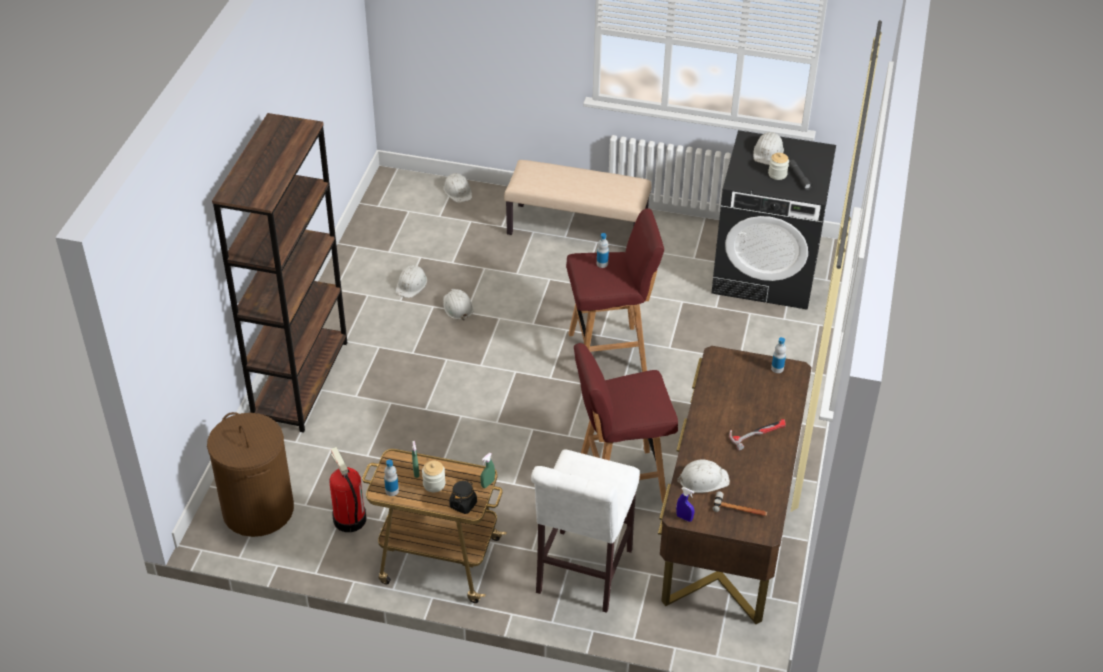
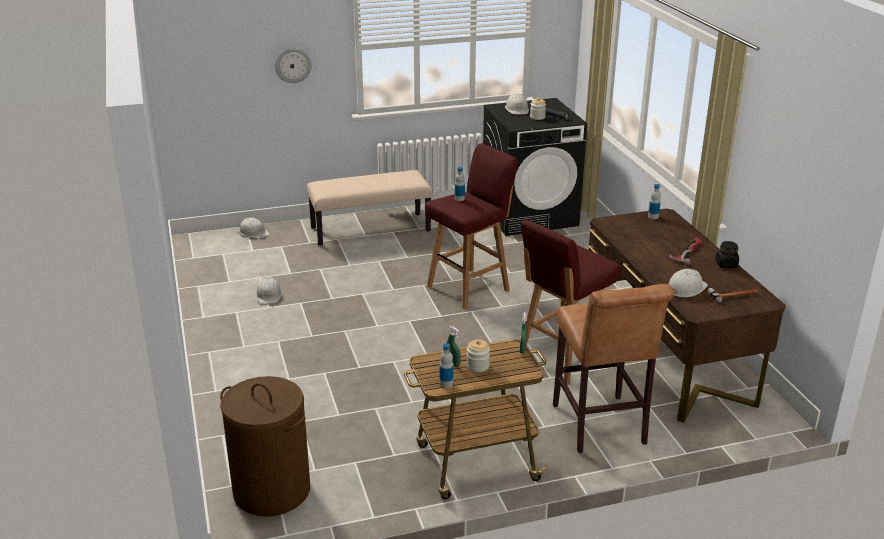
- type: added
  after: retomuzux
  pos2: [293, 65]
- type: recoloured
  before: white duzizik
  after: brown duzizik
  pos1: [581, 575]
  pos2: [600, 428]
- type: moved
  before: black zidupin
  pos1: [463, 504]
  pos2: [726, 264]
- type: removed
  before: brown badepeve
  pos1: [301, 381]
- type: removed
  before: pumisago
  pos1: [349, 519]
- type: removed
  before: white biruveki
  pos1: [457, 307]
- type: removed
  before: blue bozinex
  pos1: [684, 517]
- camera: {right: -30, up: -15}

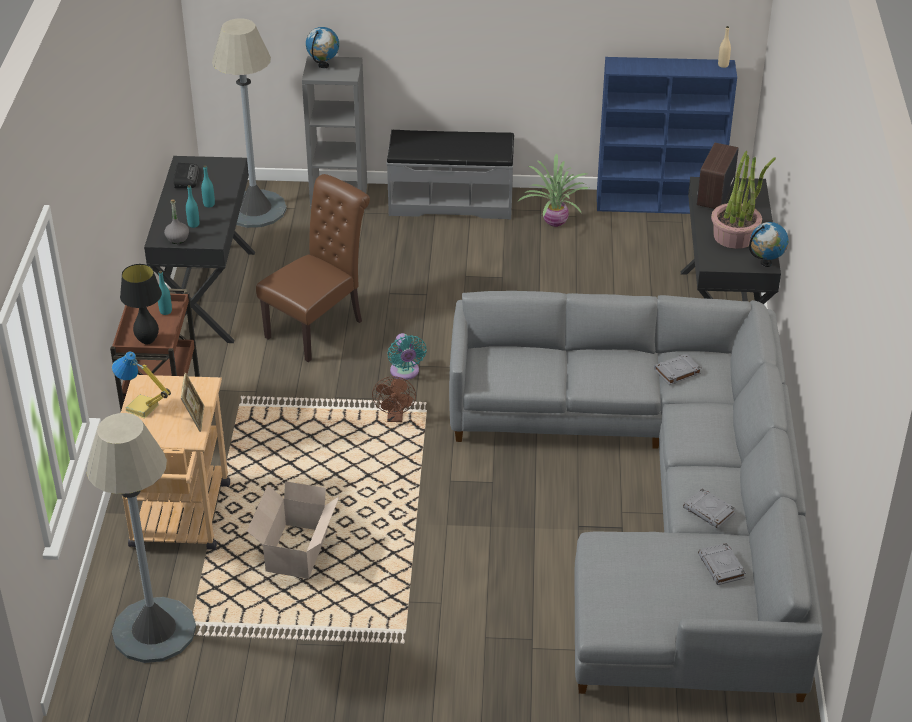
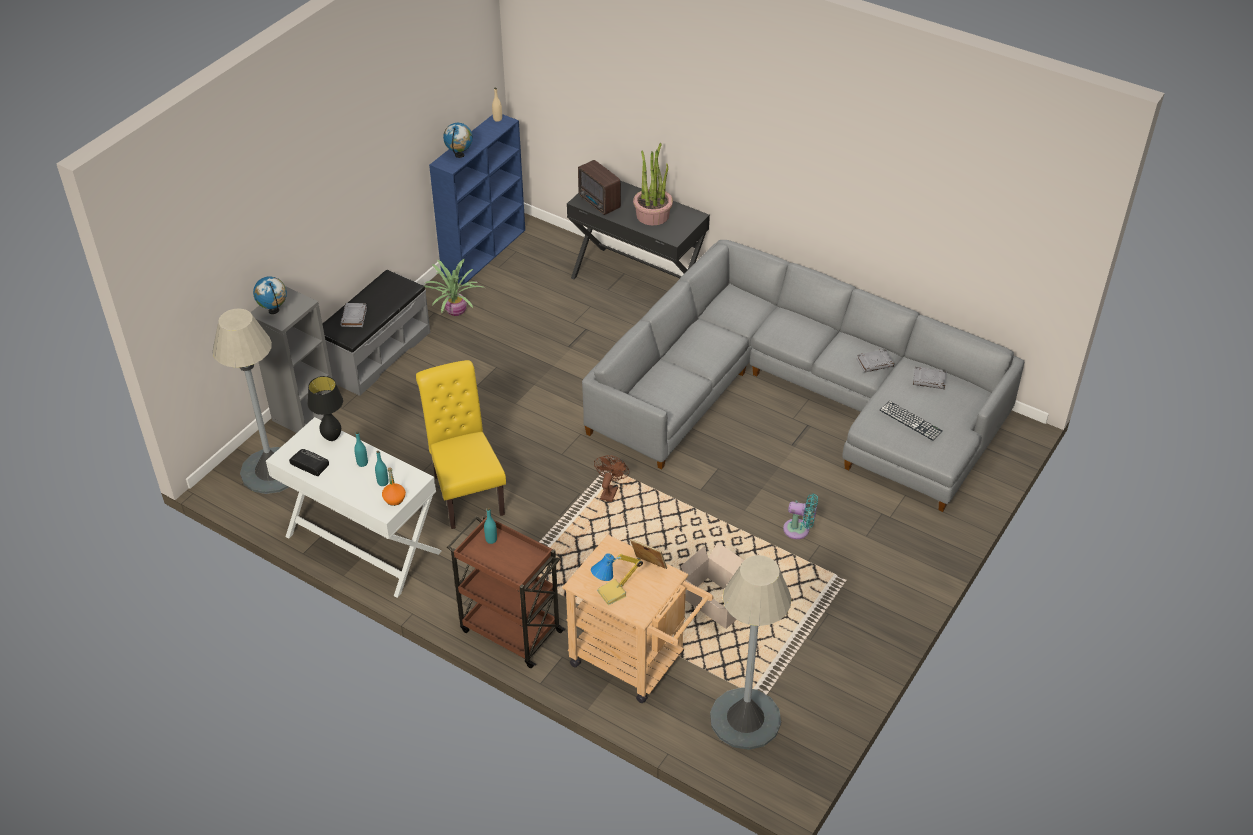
- type: recoloured
  before: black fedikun
  after: white fedikun
  pos1: [207, 294]
  pos2: [362, 544]
- type: moved
  before: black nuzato
  pos1: [147, 341]
  pos2: [332, 437]
- type: moved
  before: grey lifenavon
  pos1: [677, 372]
  pos2: [354, 317]
- type: recoloured
  before: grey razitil
  after: orange razitil
  pos1: [177, 238]
  pos2: [394, 499]
- type: recoloured
  before: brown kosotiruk
  after: yellow kosotiruk
  pos1: [319, 326]
  pos2: [466, 491]
- type: moved
  before: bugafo
  pos1: [766, 263]
  pos2: [459, 155]
- type: turned
  before: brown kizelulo
  pos1: [395, 417]
  pos2: [610, 491]
  turn: -105
- type: moved
  before: turquoise kizelulo
  pos1: [405, 372]
  pos2: [799, 530]
- type: added
  after: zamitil
  pos2: [910, 420]
- camera: {right: -60, up: 5}

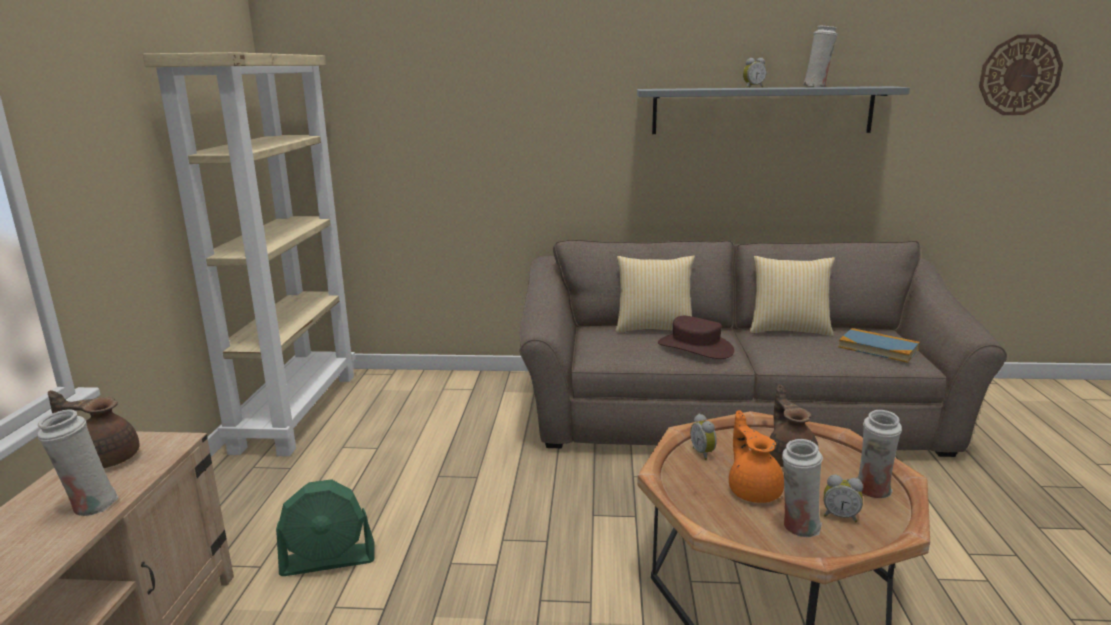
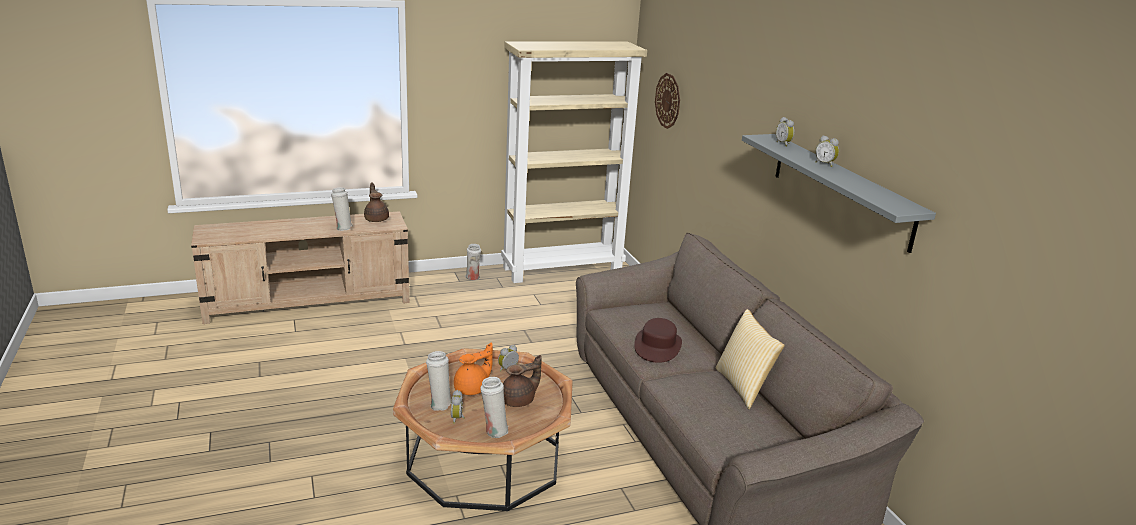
- type: moved
  before: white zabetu
  pos1: [816, 87]
  pos2: [473, 278]
- type: moved
  before: retomuzux
  pos1: [1019, 75]
  pos2: [668, 100]
- type: added
  after: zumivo
  pos2: [784, 144]
- type: removed
  before: green kizelulo
  pos1: [328, 560]
- type: removed
  before: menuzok
  pos1: [654, 328]
- type: removed
  before: lifenavon
  pos1: [878, 348]
- camera: {right: 65, up: 5}

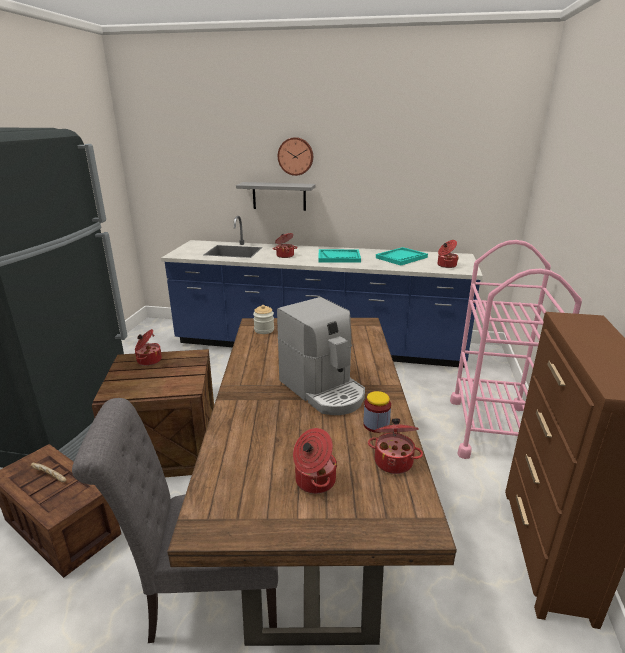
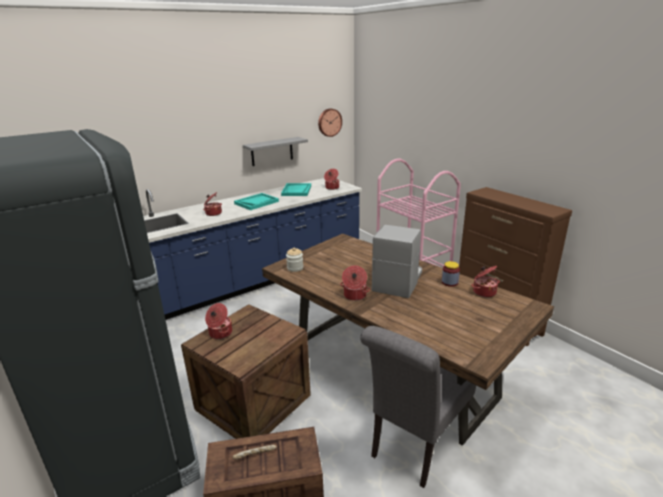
- type: moved
  before: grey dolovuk
  pos1: [279, 196]
  pos2: [272, 151]
- type: moved
  before: retomuzux
  pos1: [295, 156]
  pos2: [329, 122]
- type: moved
  before: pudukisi
  pos1: [314, 480]
  pos2: [354, 295]
- type: turned
  before: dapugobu
  pos1: [323, 390]
  pos2: [398, 281]
  turn: -75
- camera: {right: -45, up: 0}

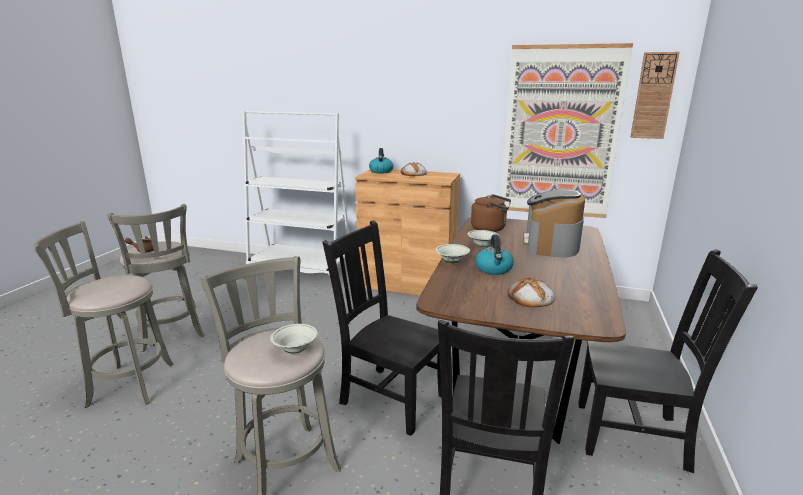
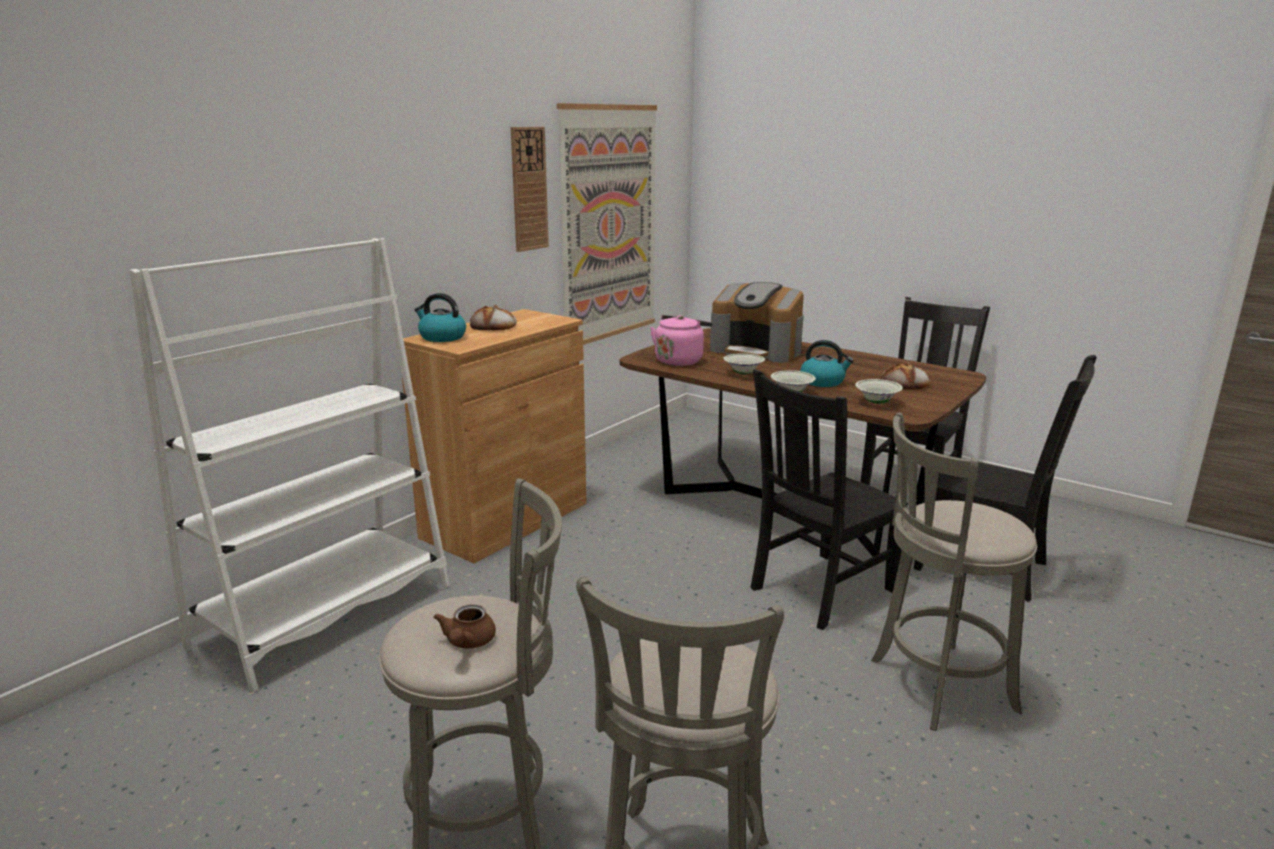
- type: moved
  before: retomuzux
  pos1: [653, 96]
  pos2: [529, 189]
- type: recoloured
  before: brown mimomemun
  after: pink mimomemun
  pos1: [490, 228]
  pos2: [680, 360]
- type: moved
  before: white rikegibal
  pos1: [295, 350]
  pos2: [877, 402]
- camera: {right: -70, up: 0}

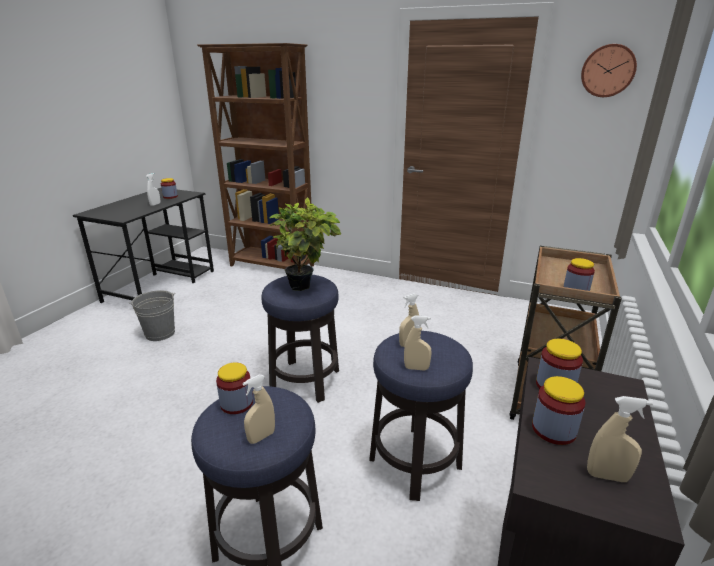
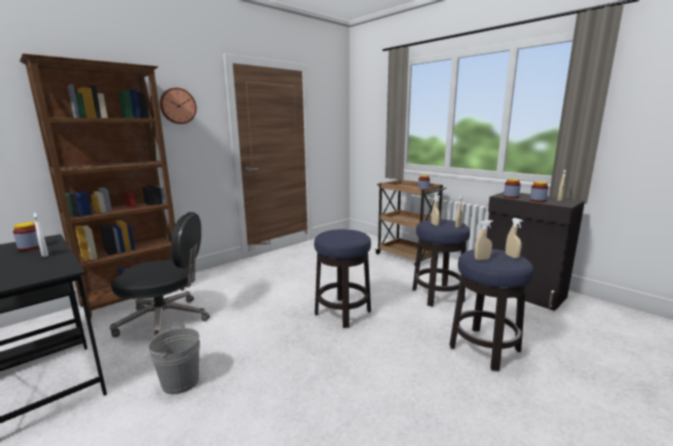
- type: added
  after: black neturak
  pos2: [166, 320]
- type: moved
  before: retomuzux
  pos1: [607, 71]
  pos2: [177, 106]
- type: replaced
  before: zidupin
  after: beige bozinex
  pos1: [236, 403]
  pos2: [482, 259]
- type: removed
  before: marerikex
  pos1: [306, 286]
- camera: {right: -65, up: -10}

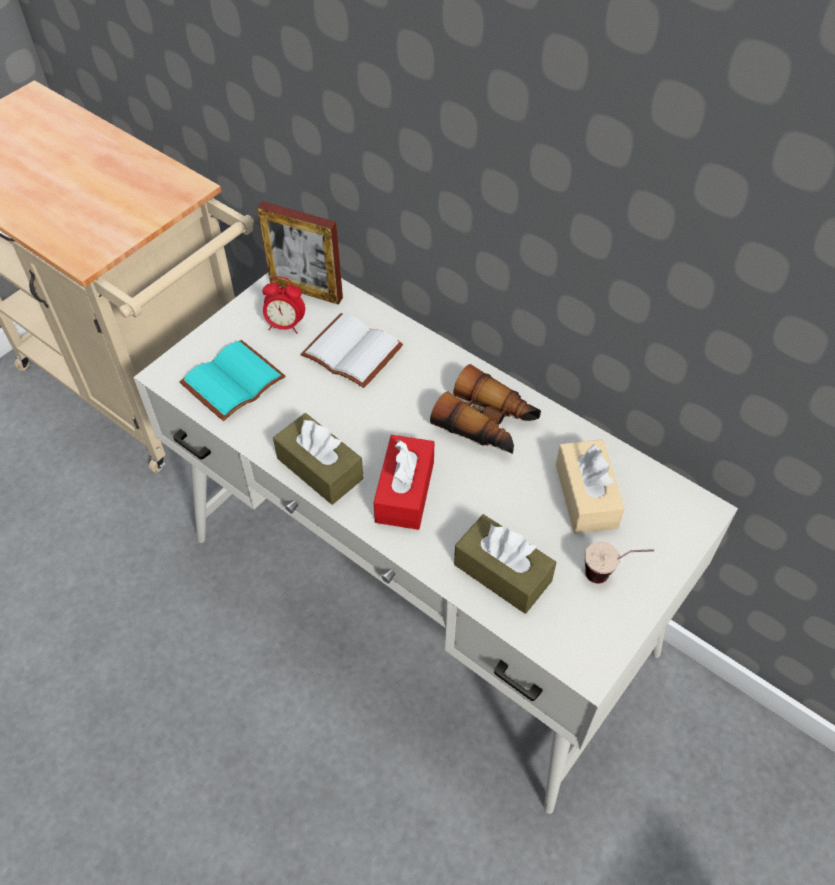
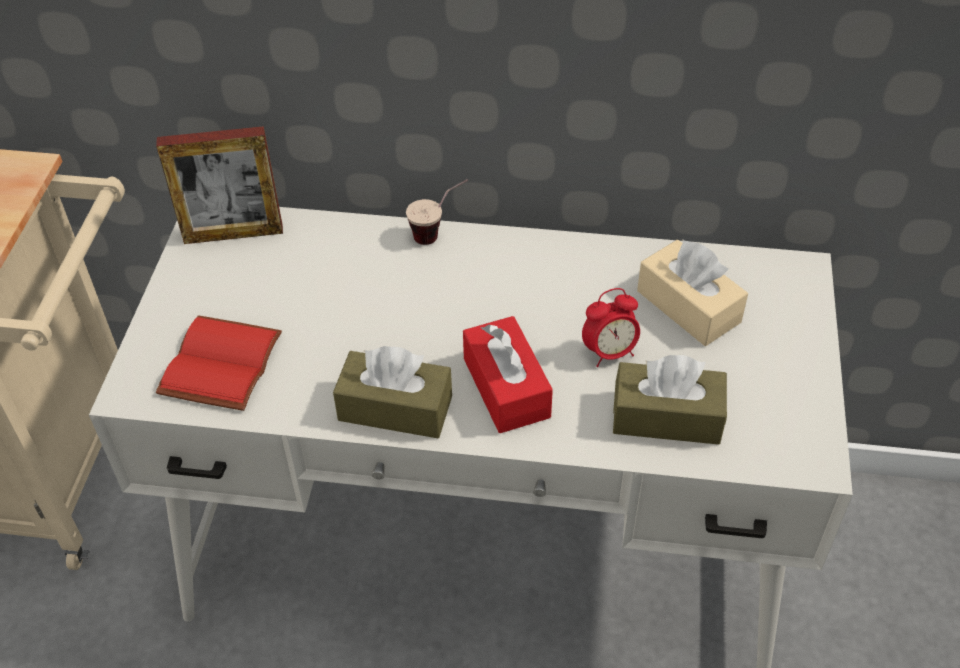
- type: recoloured
  before: turquoise lifenavon
  after: red lifenavon
  pos1: [232, 379]
  pos2: [218, 362]
- type: moved
  before: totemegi
  pos1: [611, 575]
  pos2: [439, 233]
- type: moved
  before: zumivo
  pos1: [285, 325]
  pos2: [609, 353]
- type: removed
  before: white lifenavon
  pos1: [349, 353]
- type: removed
  before: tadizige
  pos1: [487, 423]
- camera: {right: -30, up: -5}

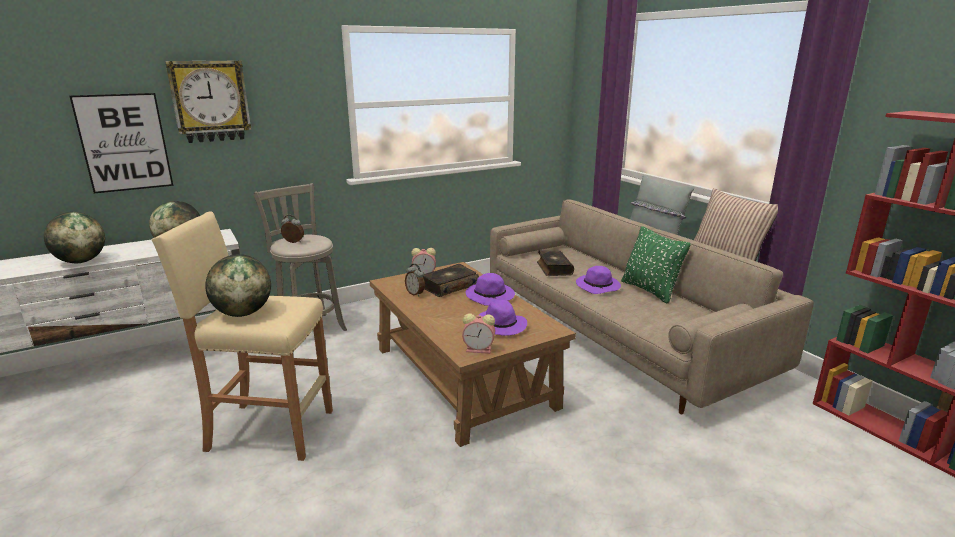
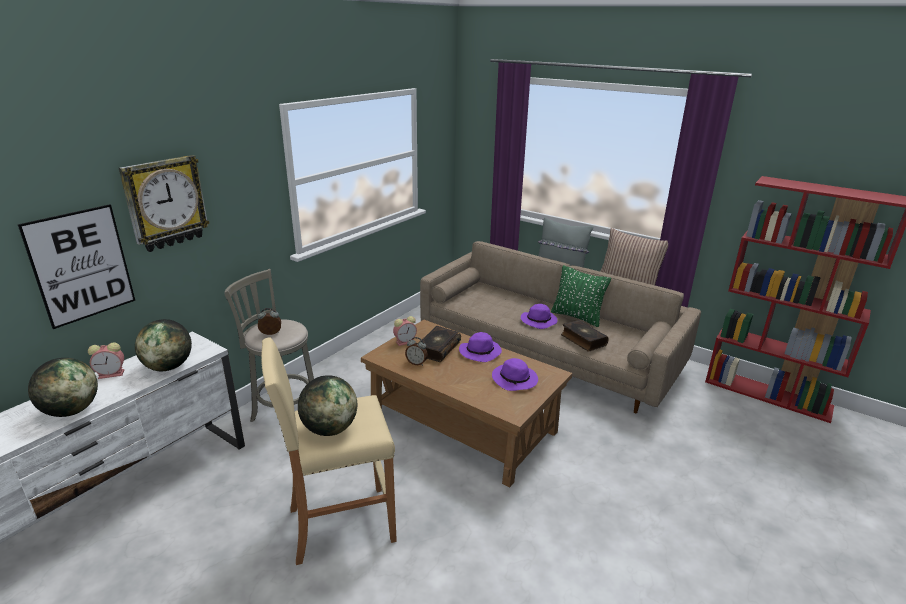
- type: moved
  before: zumivo
  pos1: [479, 349]
  pos2: [112, 374]
- type: moved
  before: lifenavon
  pos1: [553, 268]
  pos2: [583, 340]
- camera: {right: -25, up: 5}

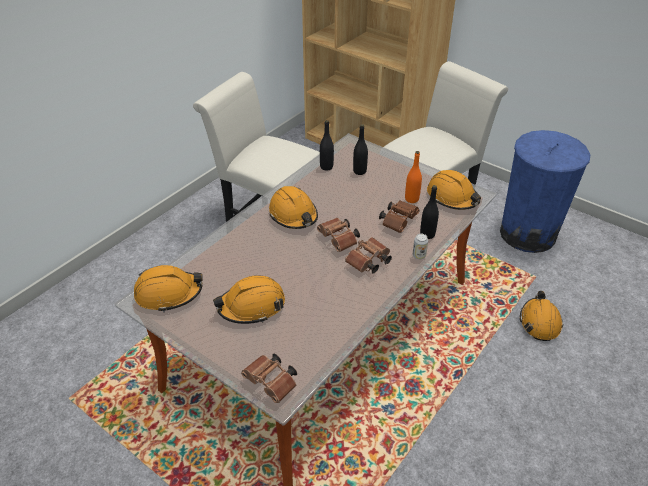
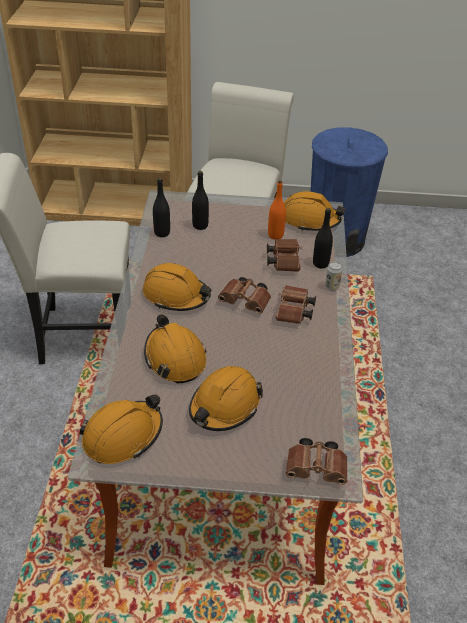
- type: moved
  before: orange biruveki
  pos1: [539, 322]
  pos2: [175, 358]
- camera: {right: -35, up: 0}

